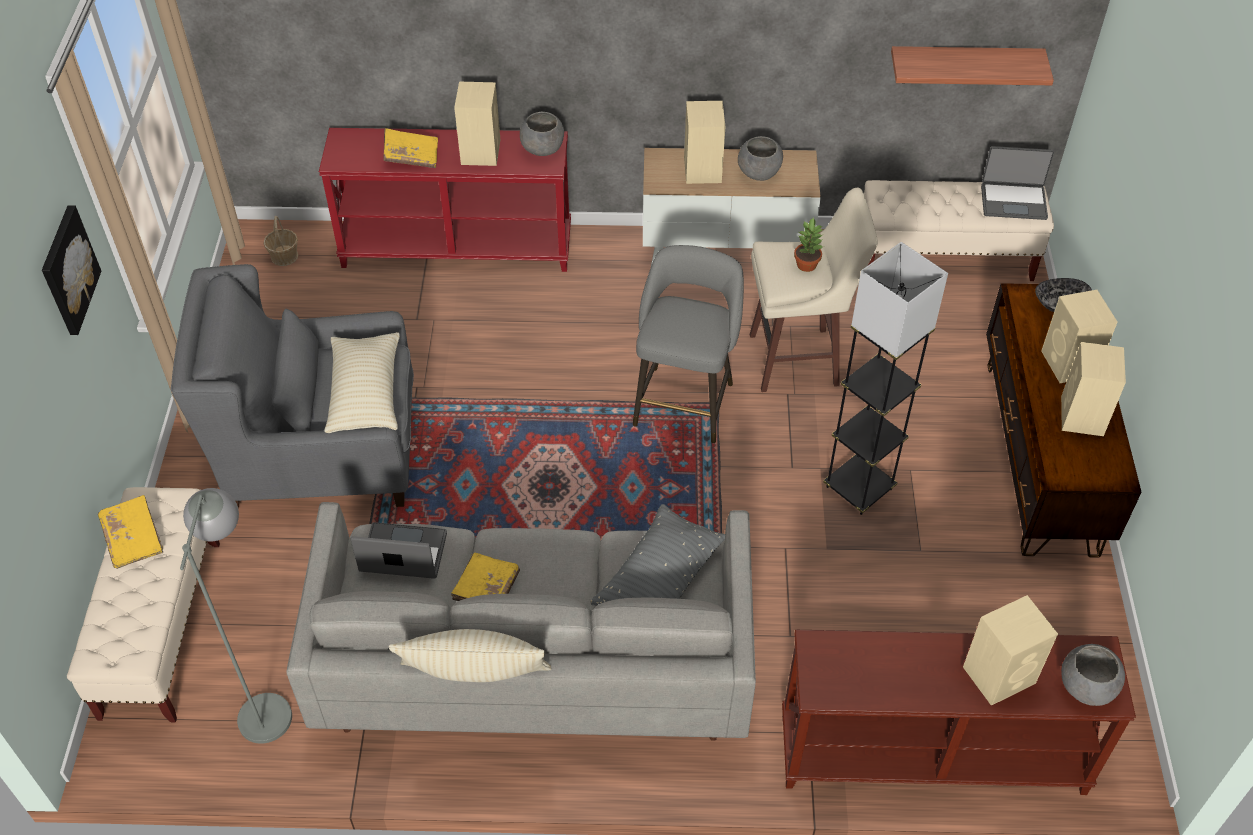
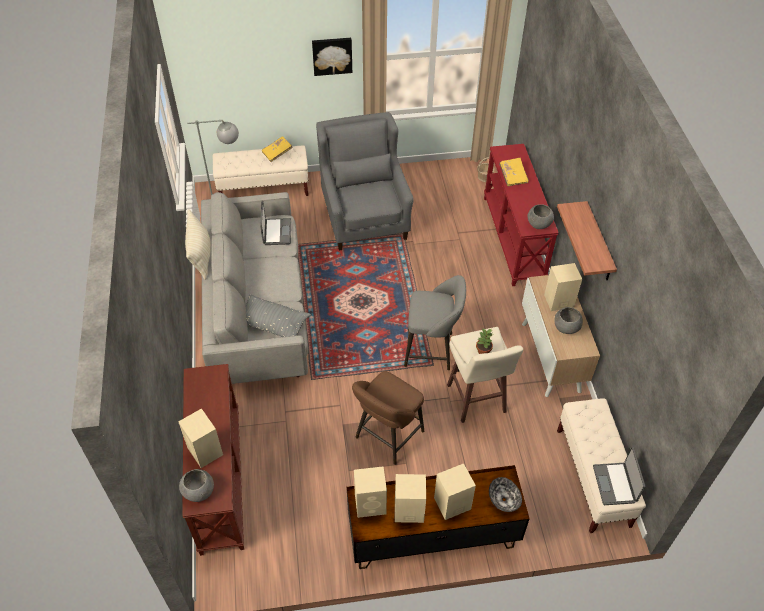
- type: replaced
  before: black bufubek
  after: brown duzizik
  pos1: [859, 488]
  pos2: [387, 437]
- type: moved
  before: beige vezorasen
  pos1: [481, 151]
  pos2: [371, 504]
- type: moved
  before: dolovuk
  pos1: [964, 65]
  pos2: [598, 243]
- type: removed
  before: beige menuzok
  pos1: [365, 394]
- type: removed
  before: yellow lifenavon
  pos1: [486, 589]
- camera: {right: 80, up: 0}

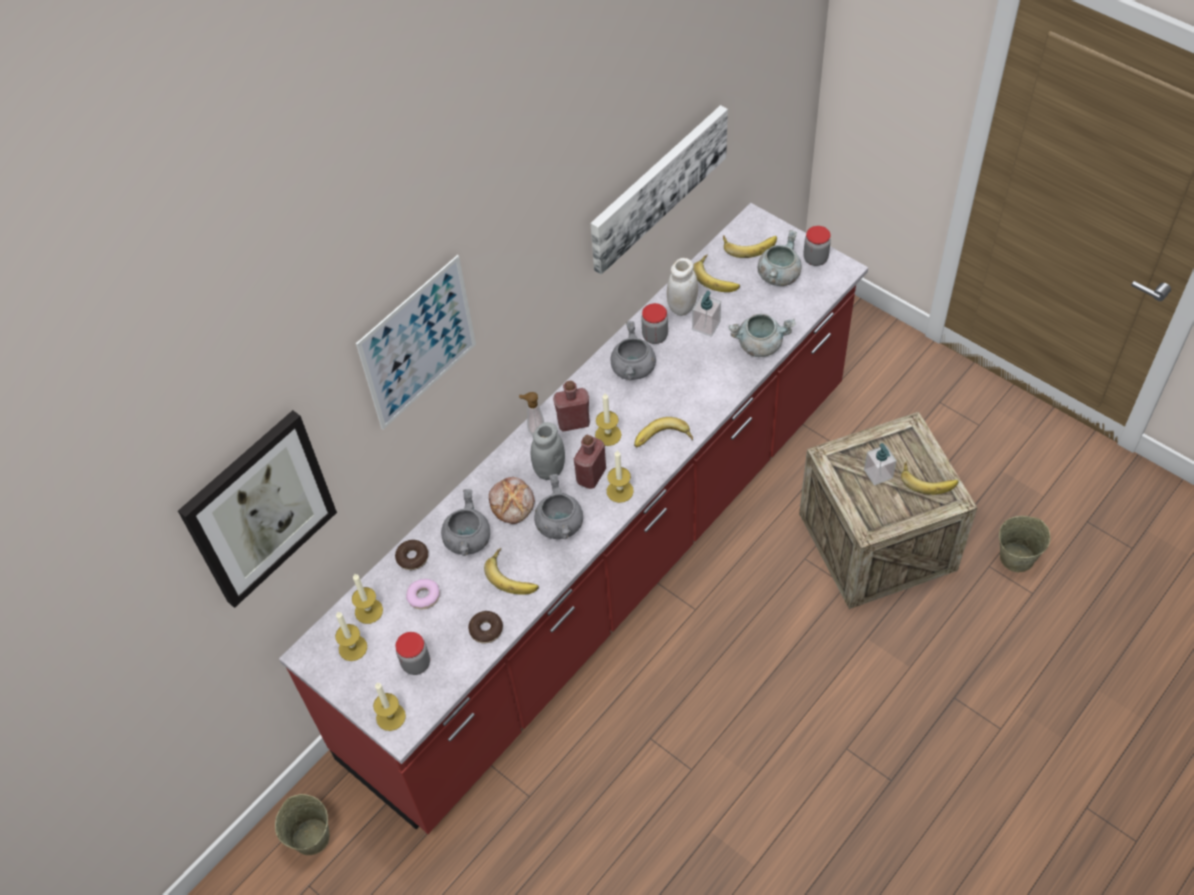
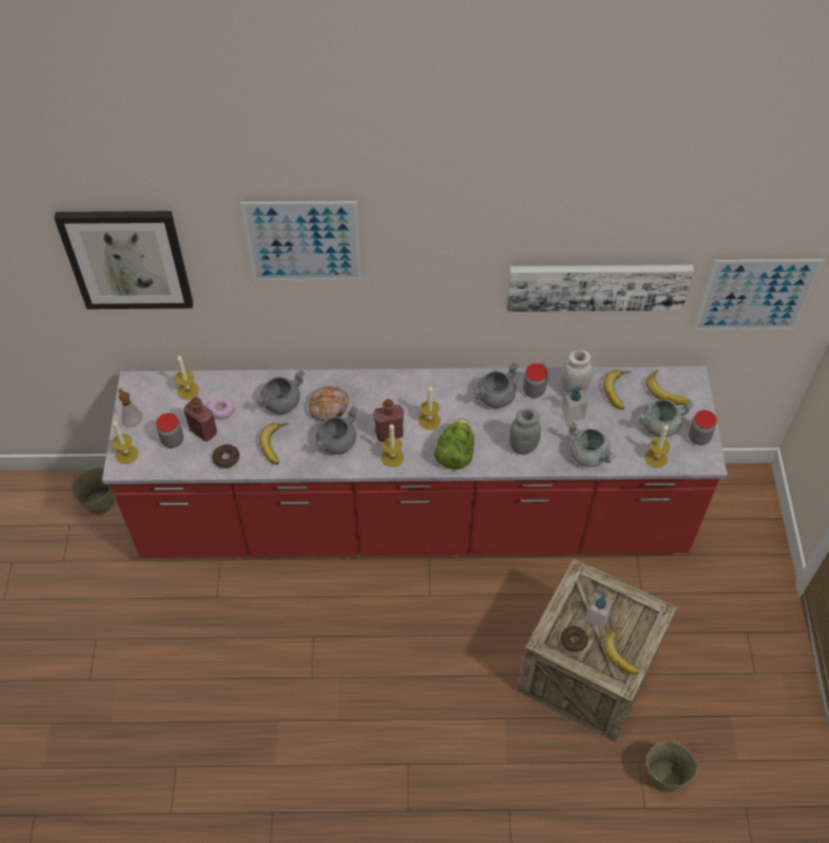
- type: moved
  before: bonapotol
  pos1: [534, 429]
  pos2: [132, 422]
- type: moved
  before: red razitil
  pos1: [573, 422]
  pos2: [203, 431]
- type: replaced
  before: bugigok
  after: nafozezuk
  pos1: [663, 440]
  pos2: [455, 453]
- type: moved
  before: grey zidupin
  pos1: [549, 469]
  pos2: [523, 447]
- type: moved
  before: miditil
  pos1: [412, 558]
  pos2: [573, 641]
- type: moved
  before: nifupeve
  pos1: [353, 648]
  pos2: [656, 458]
- type: added
  after: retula
  pos2: [756, 295]
- camera: {right: 45, up: 0}

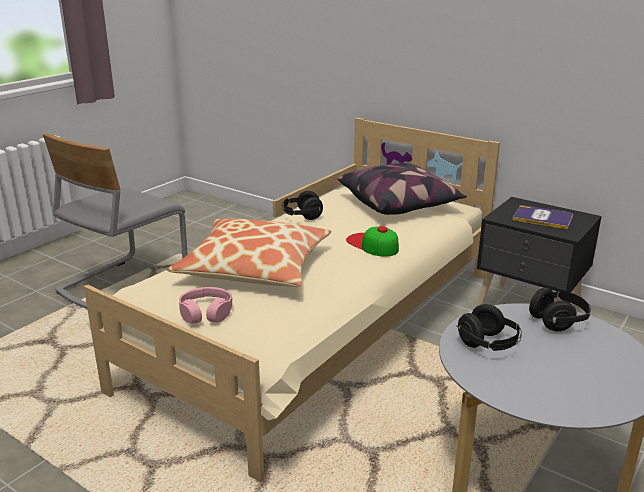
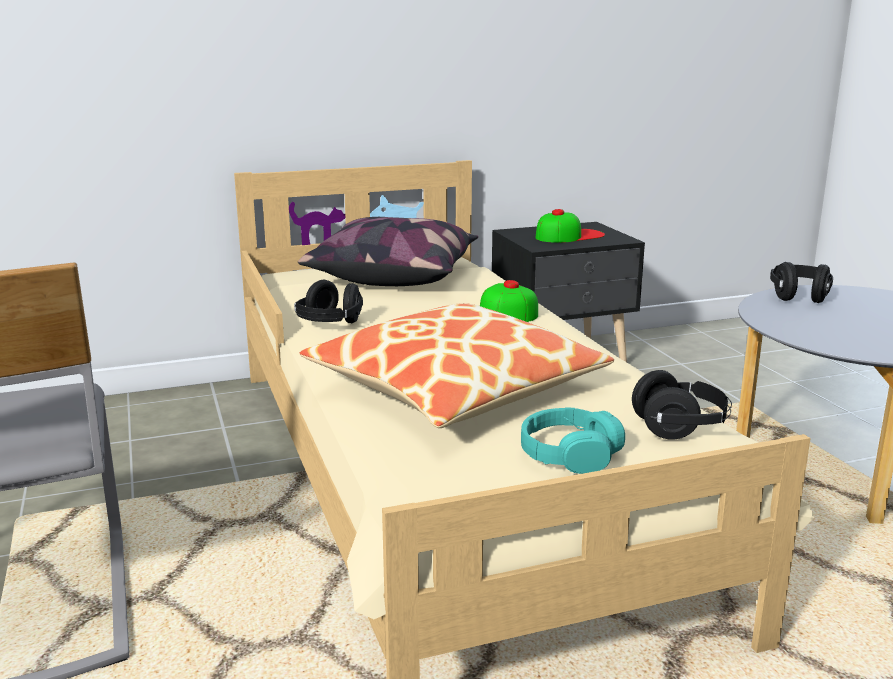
- type: recoloured
  before: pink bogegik
  after: turquoise bogegik
  pos1: [206, 313]
  pos2: [569, 454]
- type: replaced
  before: lifenavon
  after: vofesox
  pos1: [543, 218]
  pos2: [569, 236]
- type: moved
  before: black bogegik
  pos1: [488, 344]
  pos2: [680, 427]
- camera: {right: -55, up: -5}

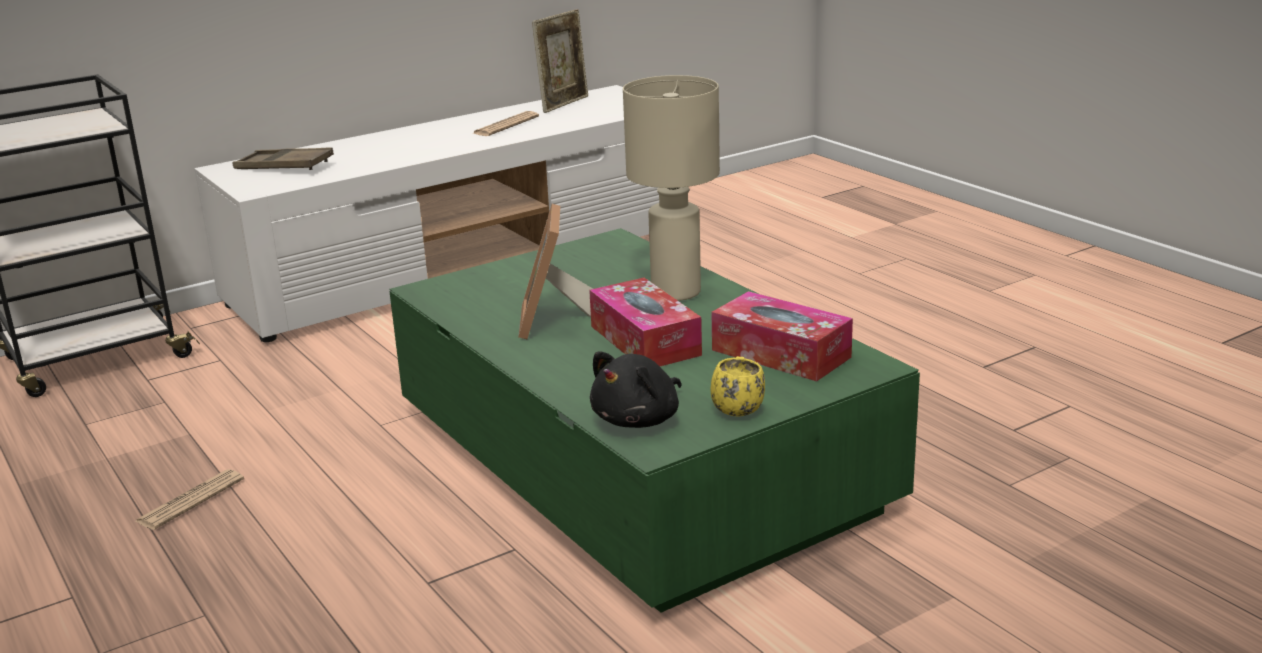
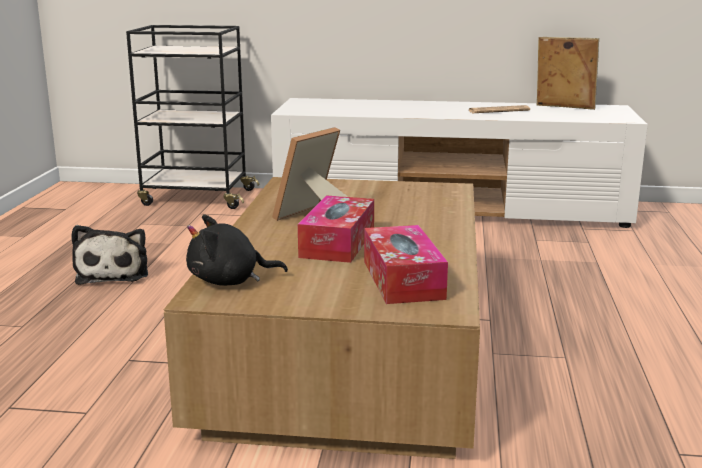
- type: replaced
  before: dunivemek
  after: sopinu
  pos1: [190, 501]
  pos2: [114, 273]
- type: recoloured
  before: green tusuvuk
  after: brown tusuvuk
  pos1: [638, 463]
  pos2: [351, 350]
- type: turned
  before: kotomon
  pos1: [564, 104]
  pos2: [563, 108]
  turn: -135
- type: removed
  before: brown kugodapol
  pos1: [284, 167]
- type: removed
  before: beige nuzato
  pos1: [674, 292]
- type: removed
  before: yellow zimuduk
  pos1: [737, 407]
- camera: {right: 40, up: -5}

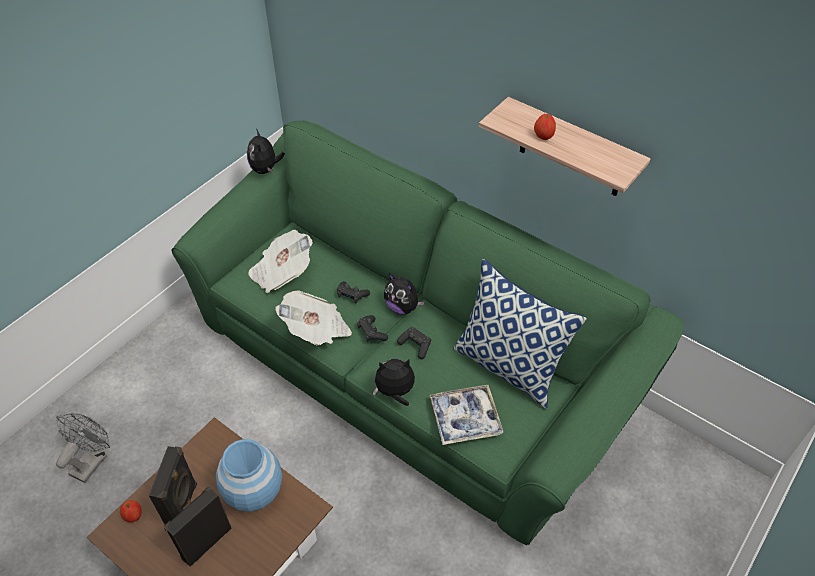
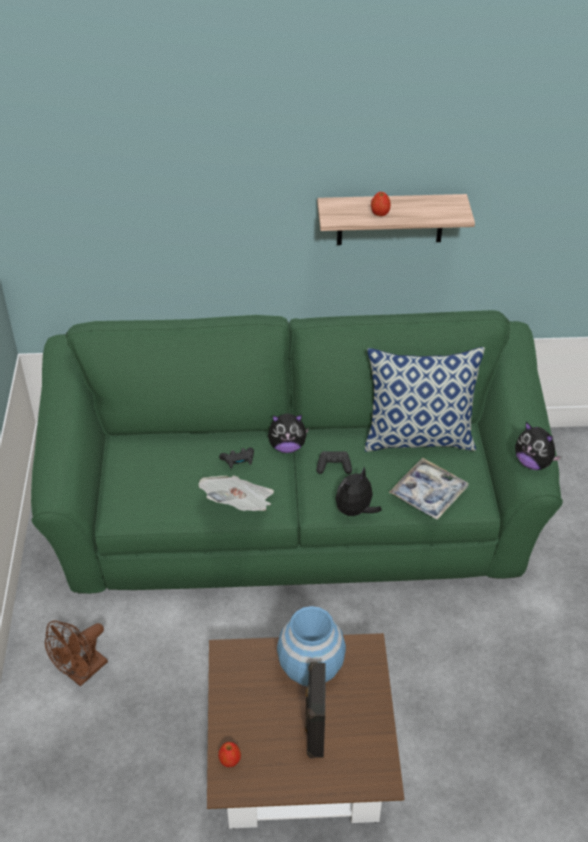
- type: added
  after: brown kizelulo
  pos2: [82, 673]
- type: moved
  before: sopinu
  pos1: [265, 169]
  pos2: [533, 463]
- type: removed
  before: grey kizelulo
  pos1: [92, 460]
- type: removed
  before: black vezorasen
  pos1: [183, 505]
- type: removed
  before: dunivemek
  pos1: [282, 273]
- type: removed
  before: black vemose
  pos1: [371, 333]
- camera: {right: -40, up: -5}

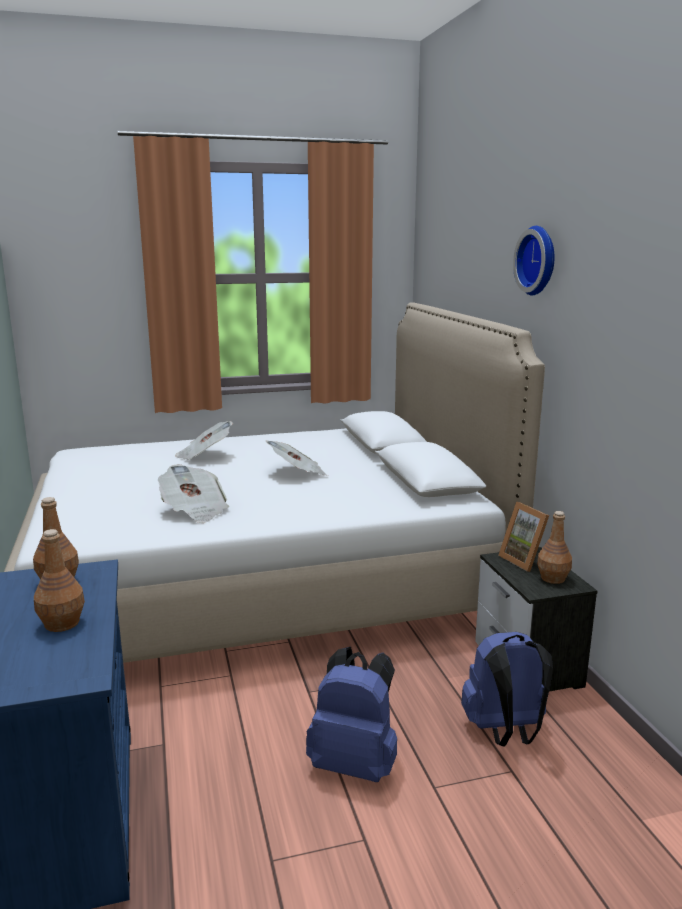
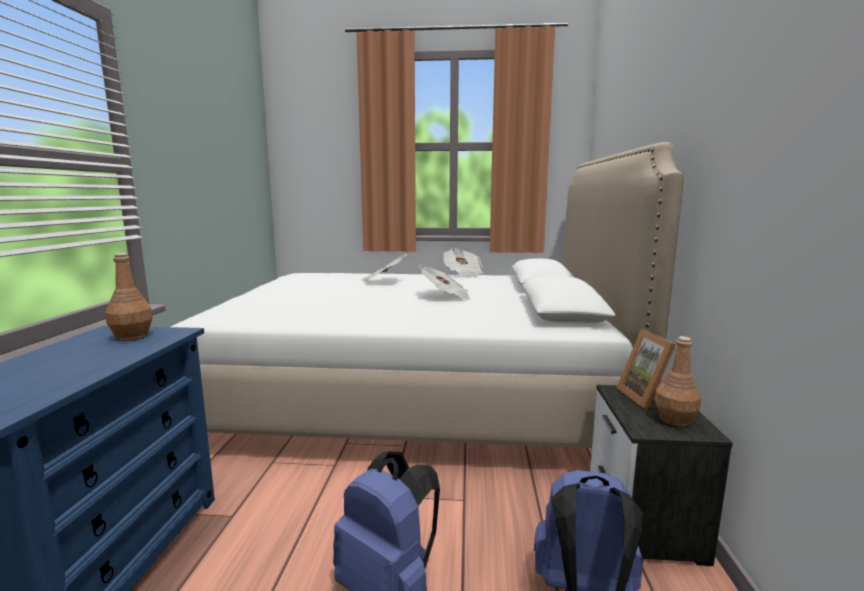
- type: moved
  before: dunivemek
  pos1: [194, 511]
  pos2: [463, 274]
- type: removed
  before: brown razitil
  pos1: [61, 623]
- type: removed
  before: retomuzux
  pos1: [539, 260]
- camera: {right: 20, up: -5}

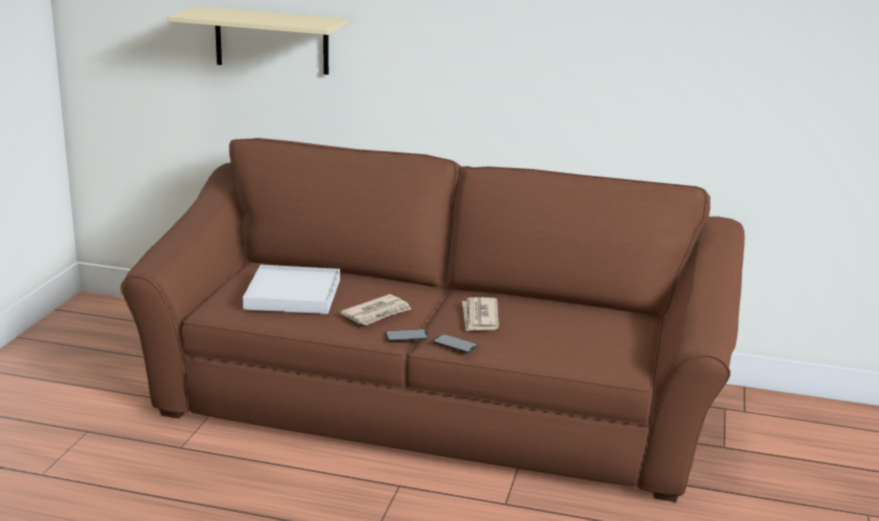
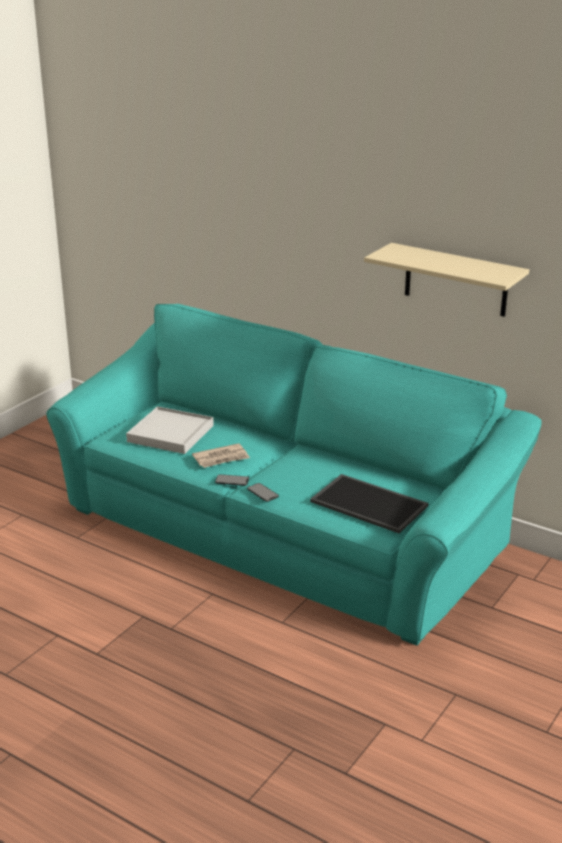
- type: recoloured
  before: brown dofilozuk
  after: turquoise dofilozuk
  pos1: [435, 400]
  pos2: [281, 529]
- type: added
  after: kugodapol
  pos2: [370, 503]
- type: moved
  before: beige dolovuk
  pos1: [271, 41]
  pos2: [456, 280]
- type: removed
  before: dunivemek
  pos1: [479, 317]
- camera: {right: 20, up: 5}

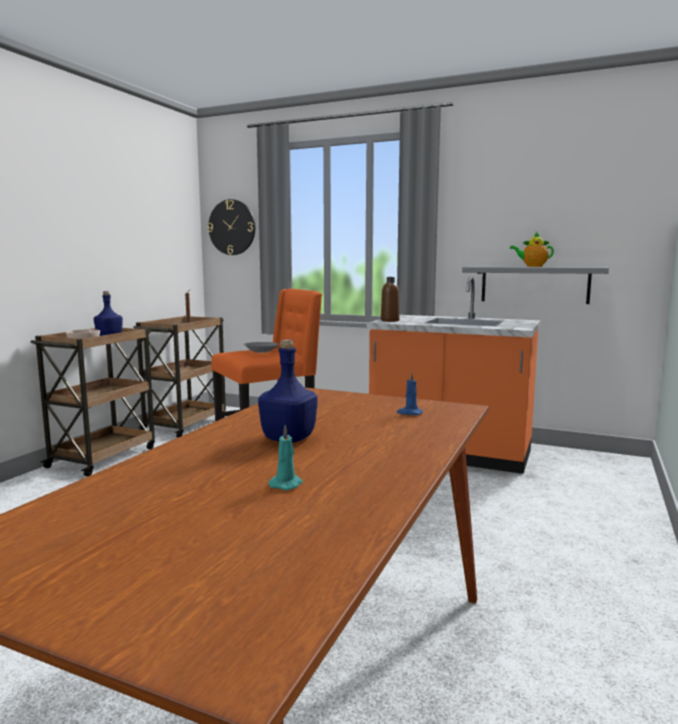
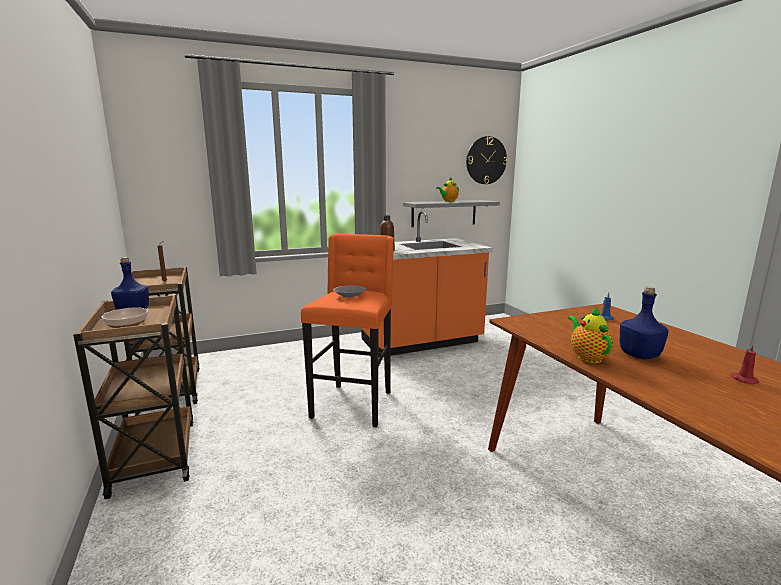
- type: moved
  before: retomuzux
  pos1: [232, 227]
  pos2: [486, 160]
- type: added
  after: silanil
  pos2: [587, 357]
- type: recoloured
  before: turquoise nifupeve
  after: red nifupeve
  pos1: [286, 484]
  pos2: [743, 379]
- camera: {right: -45, up: 5}

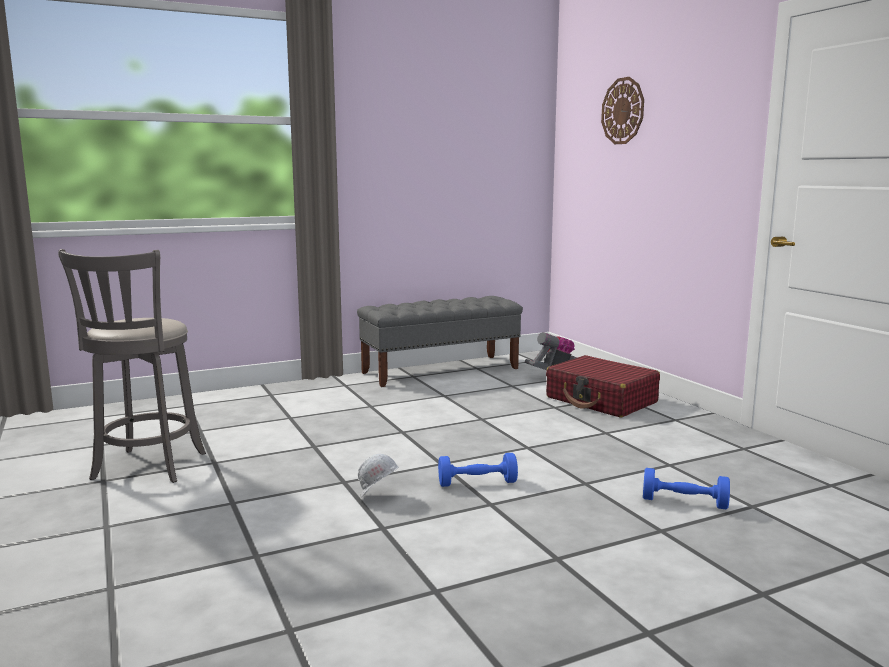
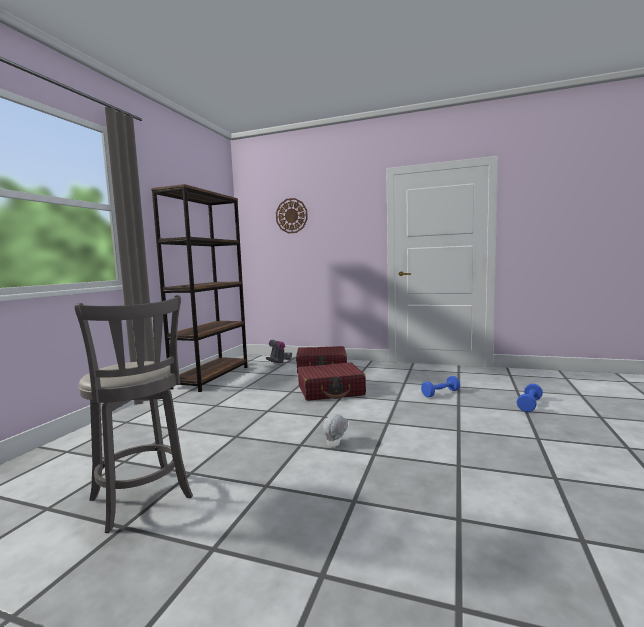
- type: replaced
  before: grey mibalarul
  after: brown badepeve
  pos1: [441, 370]
  pos2: [211, 377]
- type: added
  after: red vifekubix
  pos2: [331, 391]
- type: moved
  before: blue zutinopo
  pos1: [477, 483]
  pos2: [529, 405]
- camera: {right: -45, up: -5}

